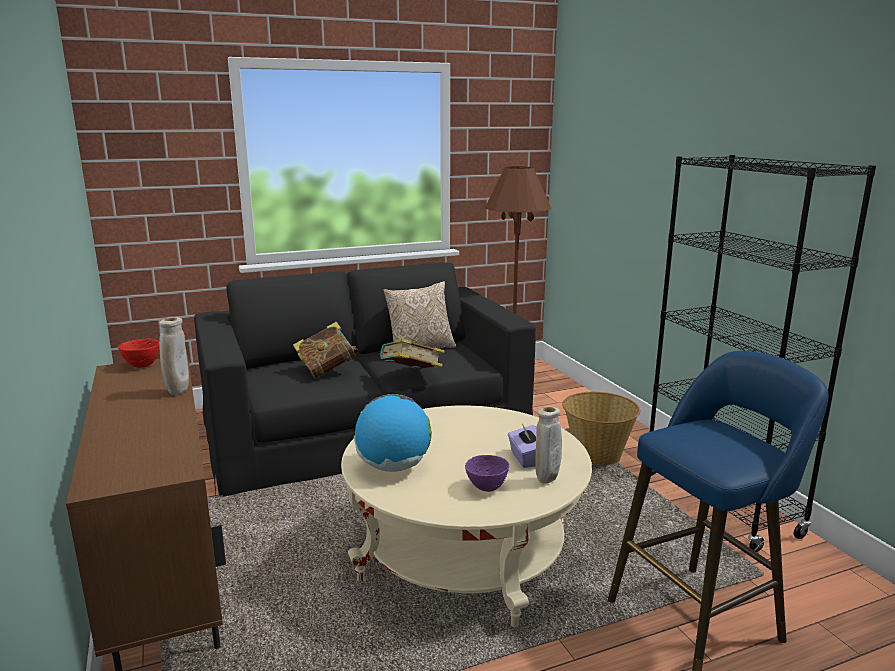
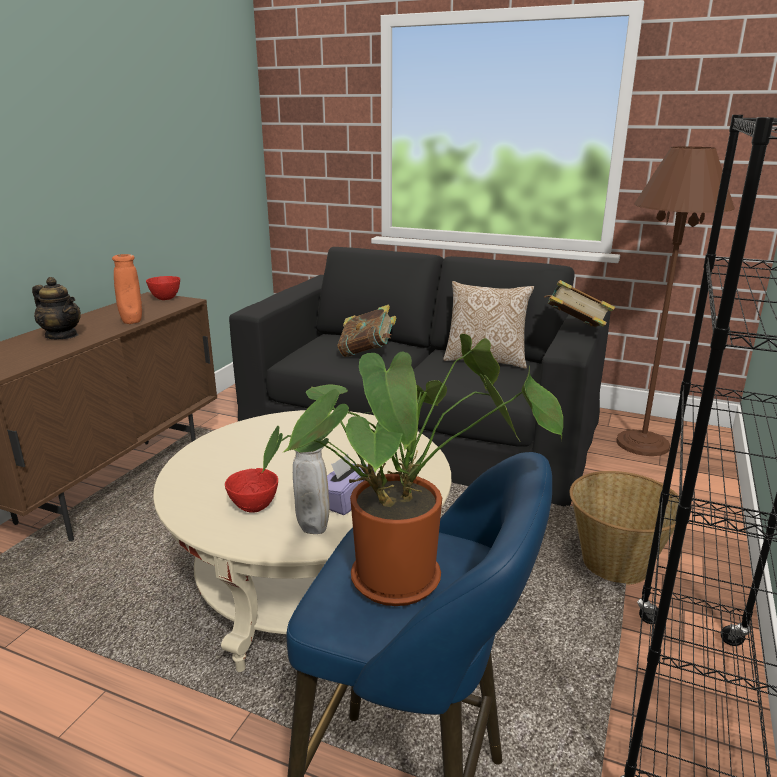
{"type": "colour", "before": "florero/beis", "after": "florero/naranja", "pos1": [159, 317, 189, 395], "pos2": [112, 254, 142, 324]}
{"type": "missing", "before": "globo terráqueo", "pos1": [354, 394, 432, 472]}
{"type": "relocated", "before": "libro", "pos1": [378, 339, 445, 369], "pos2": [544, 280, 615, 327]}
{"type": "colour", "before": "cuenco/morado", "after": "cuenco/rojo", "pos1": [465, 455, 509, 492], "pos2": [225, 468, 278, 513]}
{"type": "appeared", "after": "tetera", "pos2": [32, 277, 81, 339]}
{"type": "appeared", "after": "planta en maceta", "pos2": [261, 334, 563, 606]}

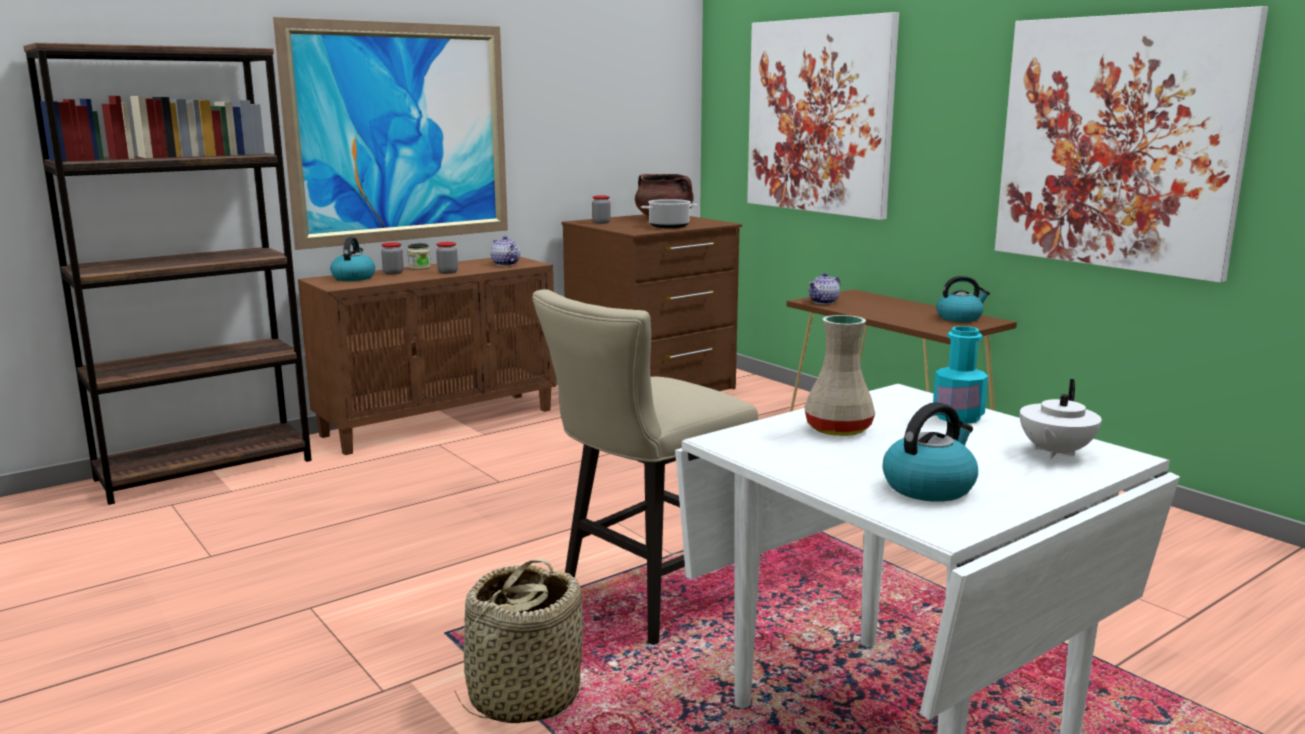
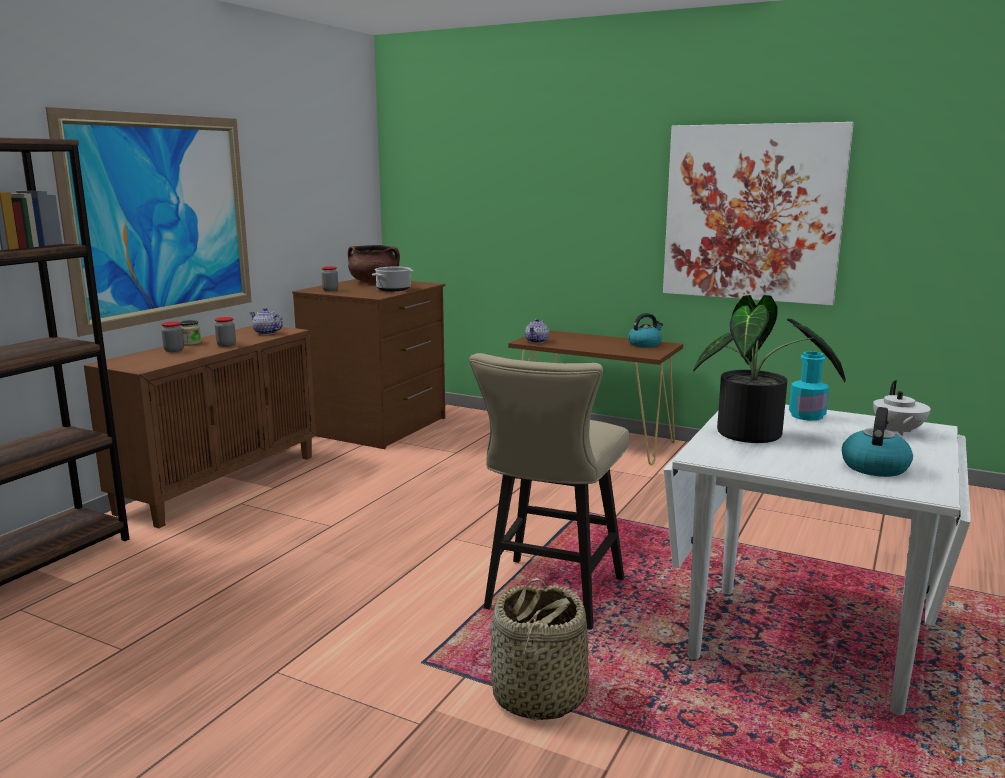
{"type": "missing", "before": "hervidor", "pos1": [330, 237, 375, 281]}
{"type": "missing", "before": "cuadro", "pos1": [747, 12, 899, 220]}
{"type": "exchanged", "before": "florero/beis", "after": "planta en maceta", "pos1": [805, 315, 875, 436], "pos2": [694, 295, 846, 443]}

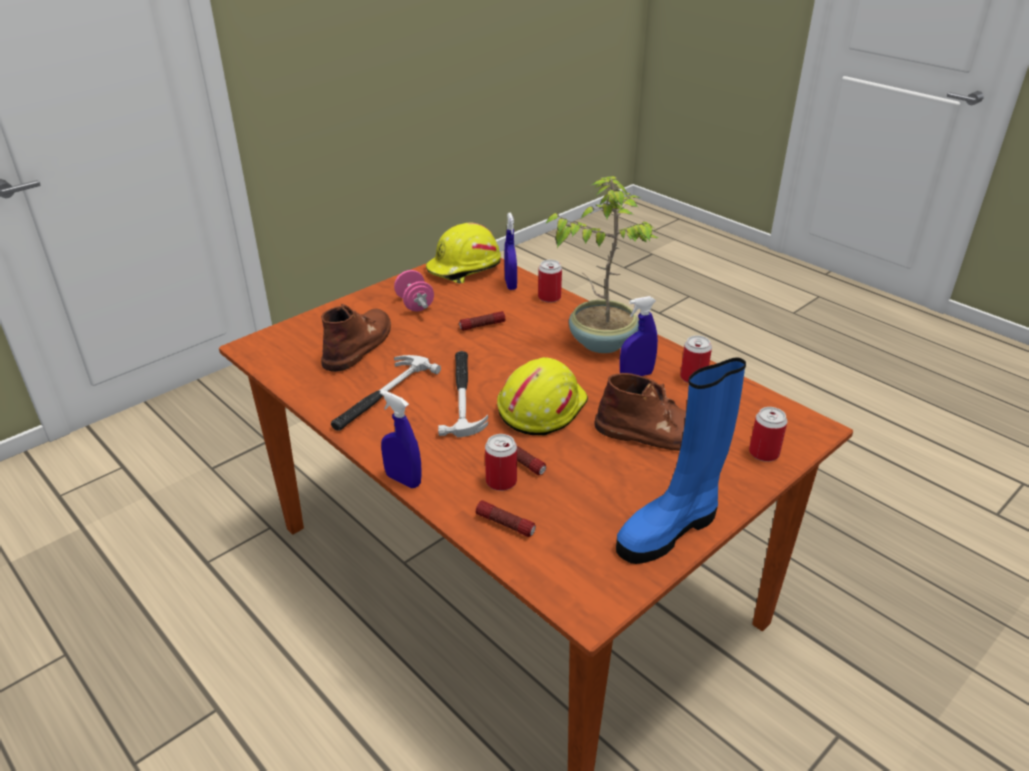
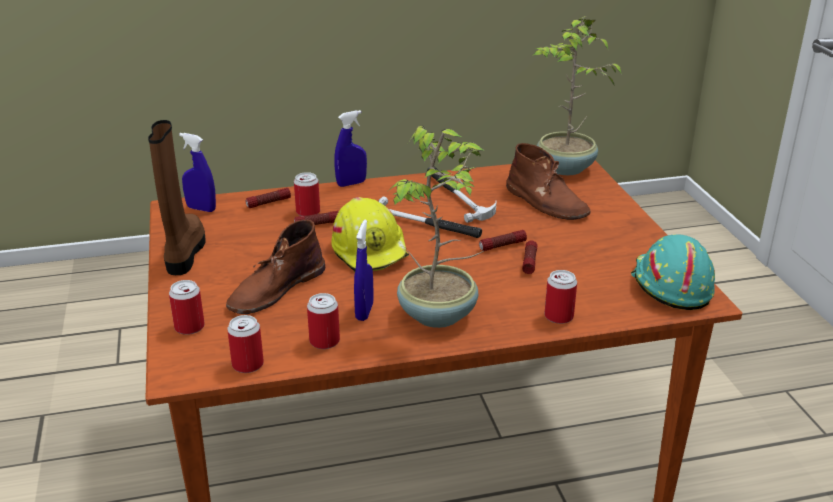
{"type": "missing", "before": "mancuerna/rosa", "pos1": [394, 270, 434, 311]}
{"type": "colour", "before": "casco/amarillo", "after": "casco/turquesa", "pos1": [426, 223, 501, 284], "pos2": [631, 234, 715, 310]}
{"type": "relocated", "before": "pulverizador/azul", "pos1": [505, 213, 517, 290], "pos2": [179, 133, 216, 212]}
{"type": "colour", "before": "bota/azul", "after": "bota/marrón", "pos1": [616, 357, 746, 564], "pos2": [148, 120, 205, 275]}
{"type": "appeared", "after": "lata", "pos2": [227, 315, 264, 373]}
{"type": "appeared", "after": "linterna", "pos2": [479, 230, 527, 251]}
{"type": "appeared", "after": "planta en maceta", "pos2": [534, 16, 622, 175]}

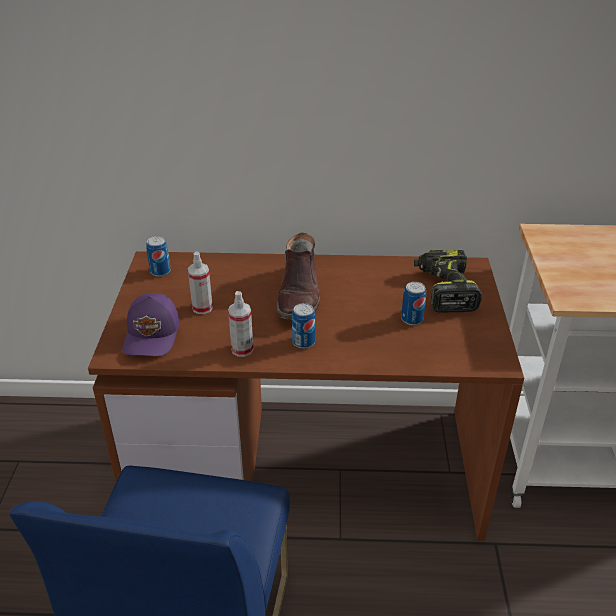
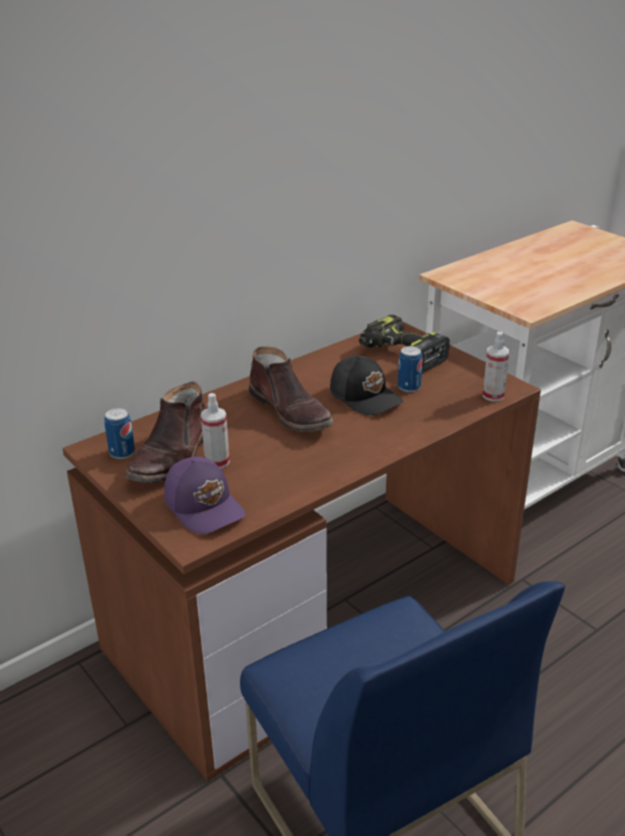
{"type": "relocated", "before": "pulverizador", "pos1": [228, 291, 253, 357], "pos2": [483, 332, 509, 401]}
{"type": "missing", "before": "lata", "pos1": [292, 303, 315, 349]}
{"type": "appeared", "after": "bota/marrón", "pos2": [125, 382, 206, 483]}
{"type": "appeared", "after": "gorra/negro", "pos2": [330, 356, 404, 415]}

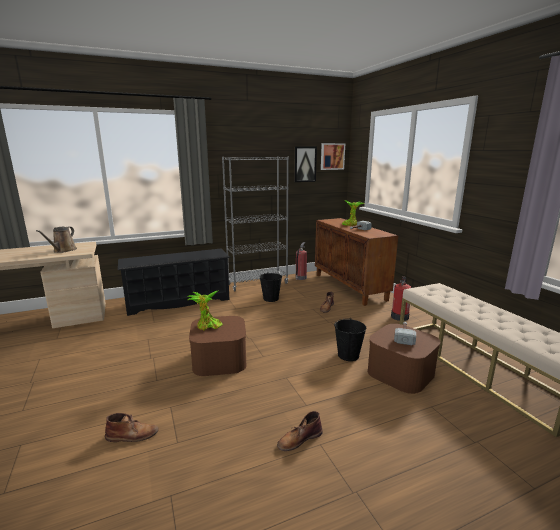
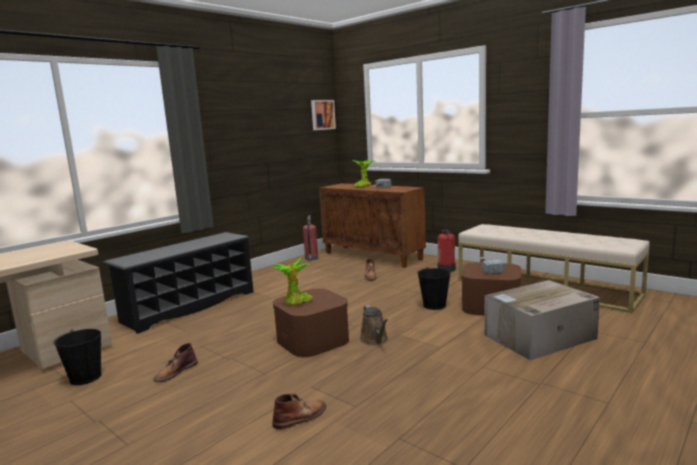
{"type": "relocated", "before": "regadera/marrón", "pos1": [36, 227, 77, 253], "pos2": [360, 305, 388, 345]}
{"type": "missing", "before": "estantería/gris", "pos1": [222, 156, 289, 291]}
{"type": "relocated", "before": "cubo/negro", "pos1": [259, 272, 282, 302], "pos2": [53, 329, 101, 385]}
{"type": "relocated", "before": "bota/marrón", "pos1": [277, 411, 323, 451], "pos2": [153, 343, 198, 382]}
{"type": "missing", "before": "cuadro", "pos1": [294, 146, 317, 182]}
{"type": "appeared", "after": "caja de cartón", "pos2": [484, 280, 600, 360]}

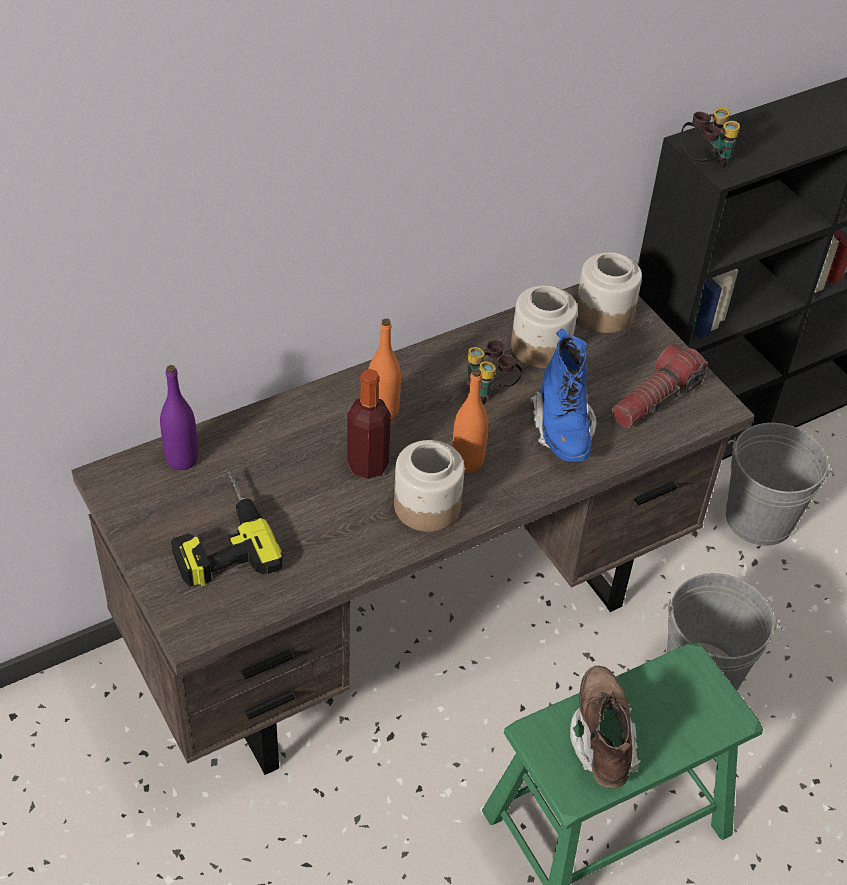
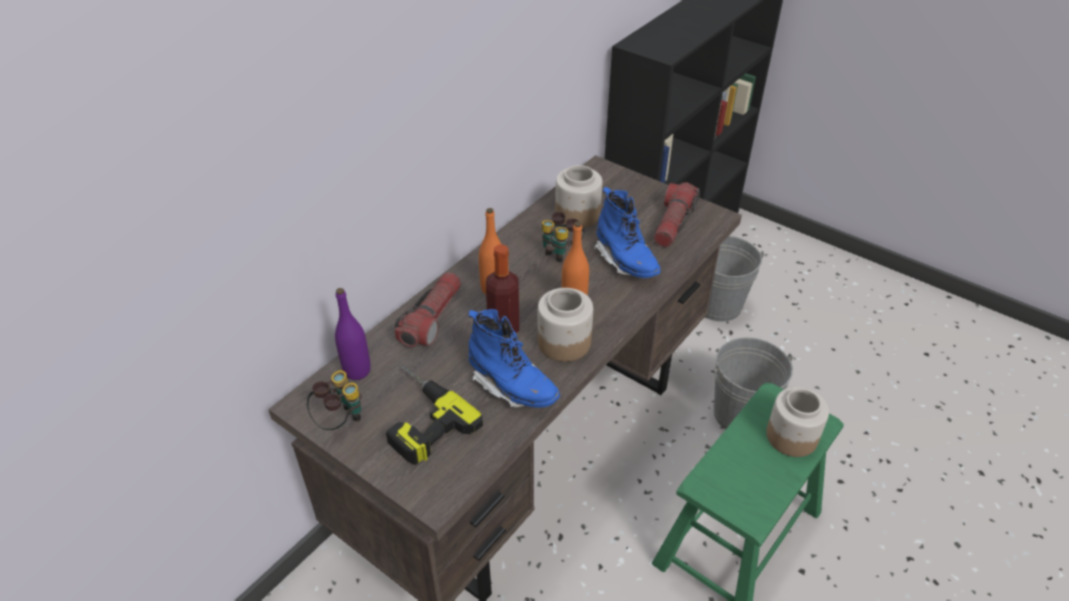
{"type": "missing", "before": "bota/marrón", "pos1": [570, 666, 641, 788]}
{"type": "relocated", "before": "tarro", "pos1": [576, 252, 642, 333], "pos2": [766, 387, 829, 457]}
{"type": "relocated", "before": "prismáticos", "pos1": [681, 108, 740, 169], "pos2": [307, 370, 362, 430]}
{"type": "appeared", "after": "linterna", "pos2": [395, 272, 461, 347]}
{"type": "appeared", "after": "bota/azul", "pos2": [469, 309, 560, 408]}

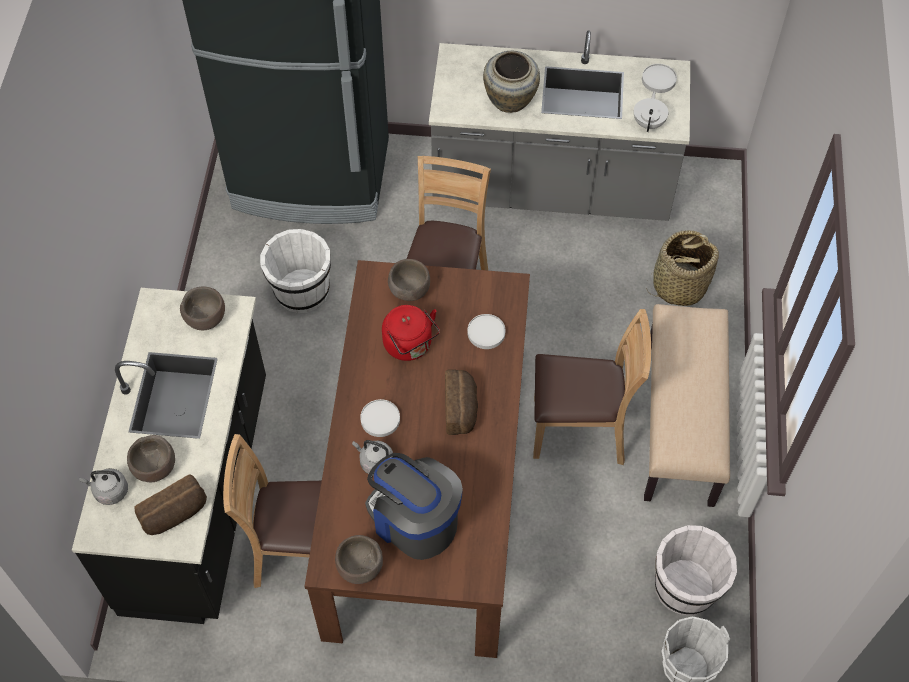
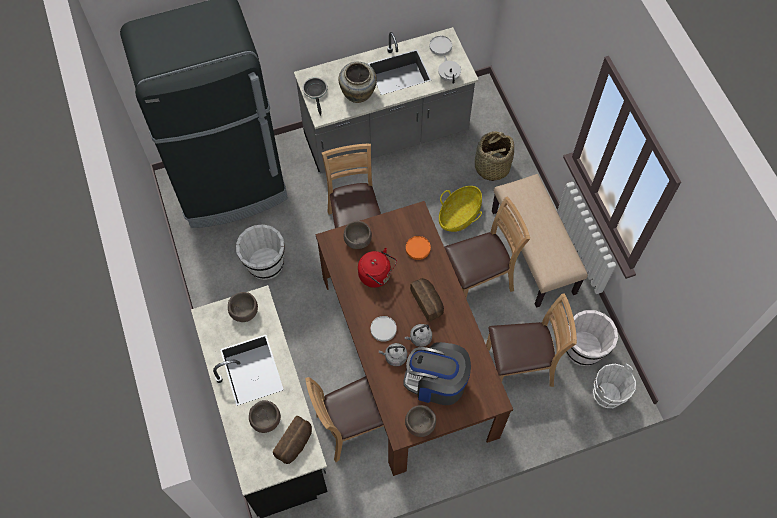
{"type": "relocated", "before": "hervidor/gris", "pos1": [79, 468, 128, 505], "pos2": [404, 324, 432, 347]}
{"type": "colour", "before": "plato/blanco", "after": "plato/naranja", "pos1": [467, 314, 505, 349], "pos2": [406, 236, 431, 260]}
{"type": "appeared", "after": "sartén", "pos2": [303, 77, 328, 116]}
{"type": "appeared", "after": "cesta", "pos2": [439, 186, 482, 232]}
{"type": "appeared", "after": "silla/marrón", "pos2": [486, 293, 577, 387]}

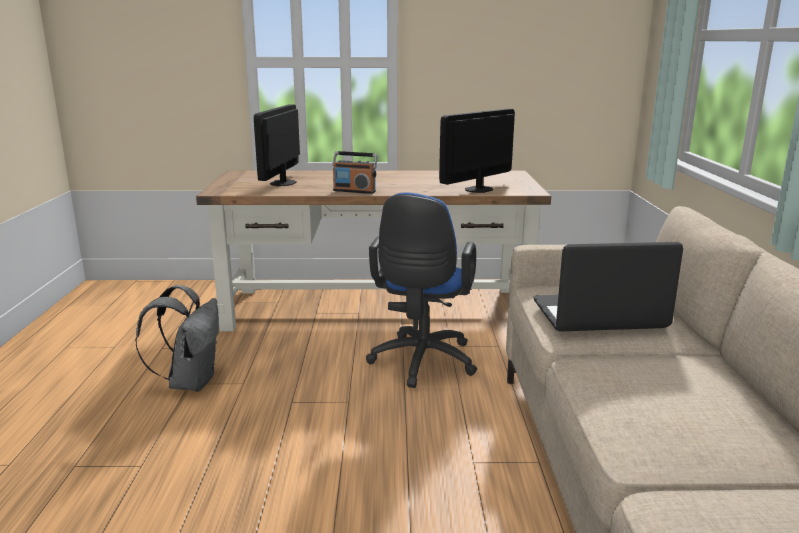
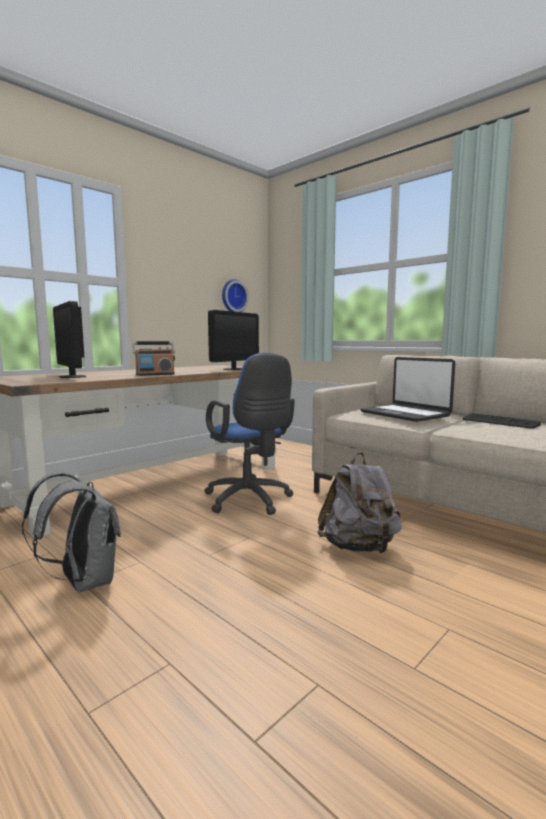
{"type": "spun", "before": "monitor", "pos1": [439, 109, 515, 193], "pos2": [208, 310, 259, 370], "turn": -150}
{"type": "spun", "before": "portátil", "pos1": [534, 242, 683, 331], "pos2": [360, 357, 455, 422], "turn": -75}
{"type": "appeared", "after": "reloj de pared", "pos2": [222, 279, 249, 312]}
{"type": "appeared", "after": "mochila/gris", "pos2": [317, 452, 402, 554]}
{"type": "appeared", "after": "teclado", "pos2": [463, 413, 541, 429]}

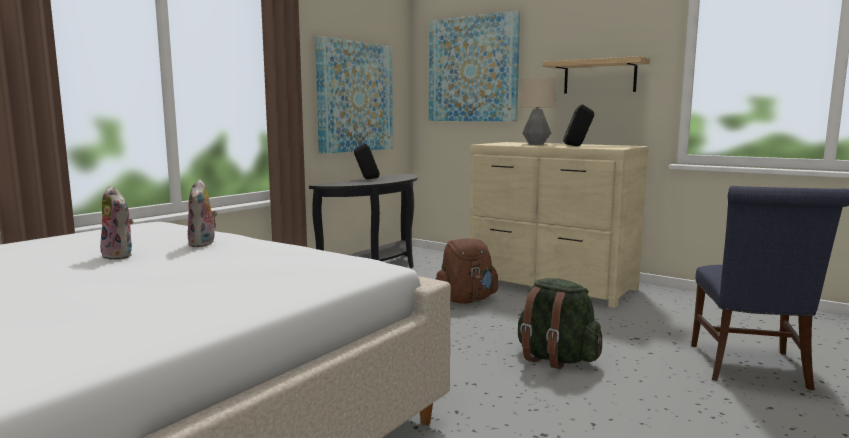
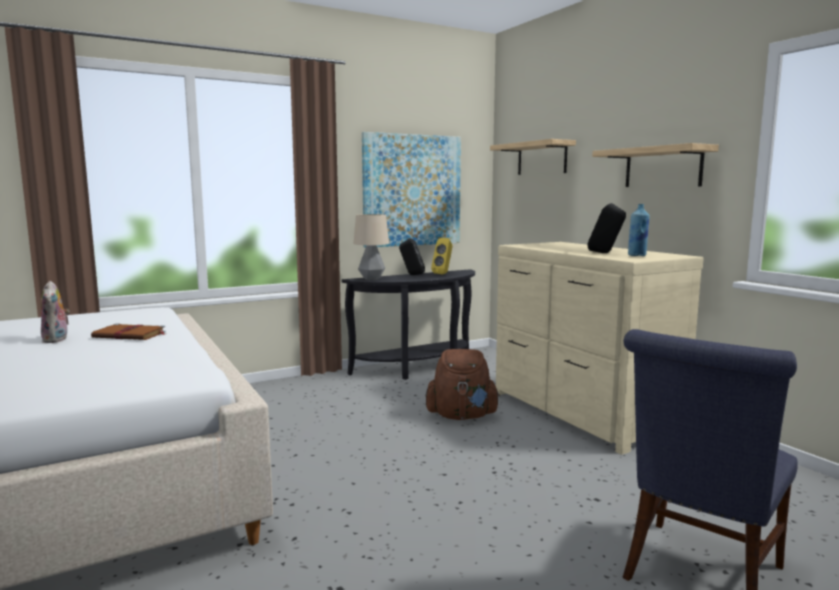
{"type": "exchanged", "before": "peluche", "after": "libro/marrón", "pos1": [188, 179, 217, 247], "pos2": [91, 324, 166, 340]}
{"type": "exchanged", "before": "cuadro", "after": "estante", "pos1": [429, 11, 520, 121], "pos2": [490, 139, 576, 175]}
{"type": "missing", "before": "mochila/verde", "pos1": [518, 278, 602, 369]}
{"type": "relocated", "before": "lámpara de mesa", "pos1": [519, 77, 556, 145], "pos2": [353, 214, 389, 280]}
{"type": "appeared", "after": "altavoz/amarillo", "pos2": [431, 238, 453, 274]}
{"type": "appeared", "after": "botella/azul", "pos2": [628, 204, 649, 256]}

